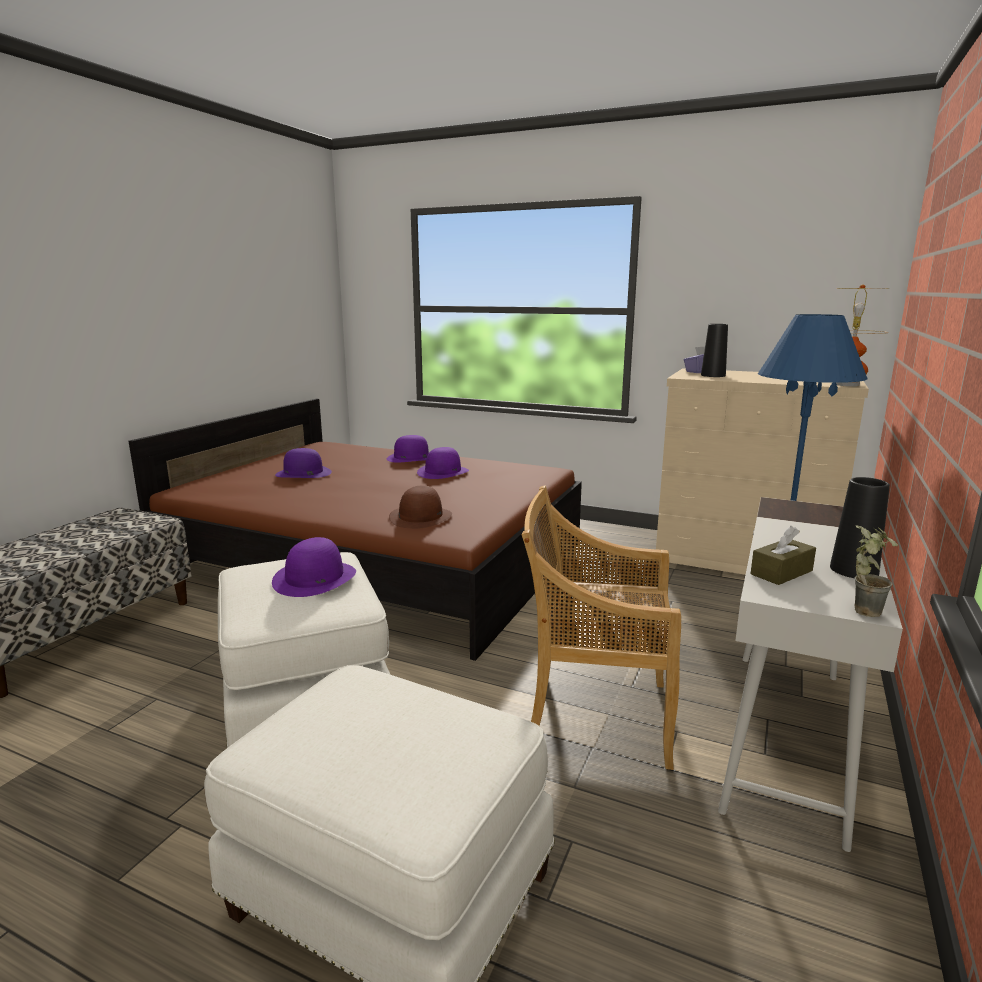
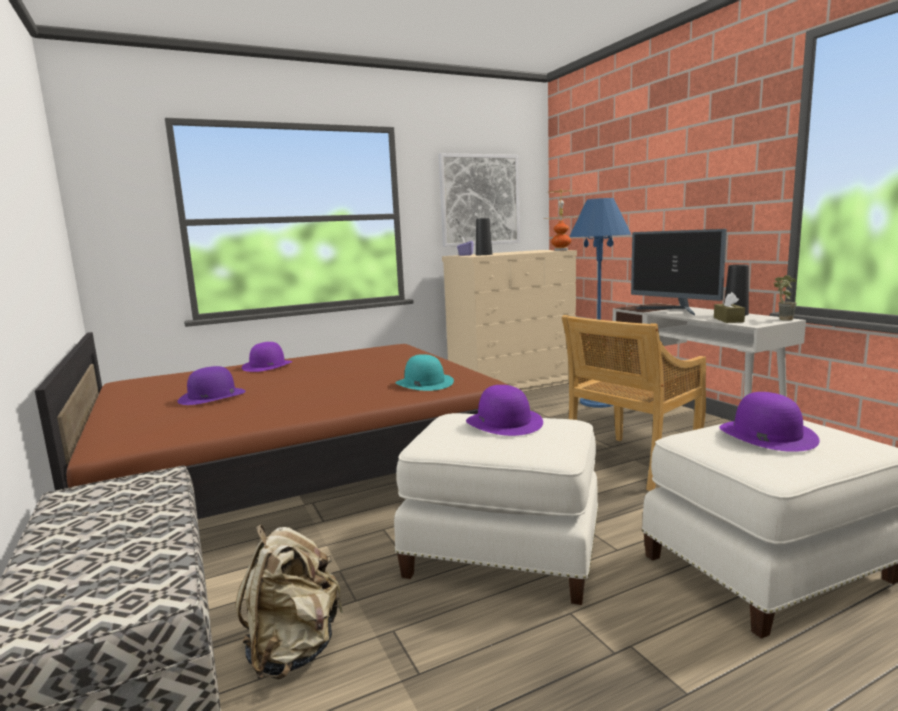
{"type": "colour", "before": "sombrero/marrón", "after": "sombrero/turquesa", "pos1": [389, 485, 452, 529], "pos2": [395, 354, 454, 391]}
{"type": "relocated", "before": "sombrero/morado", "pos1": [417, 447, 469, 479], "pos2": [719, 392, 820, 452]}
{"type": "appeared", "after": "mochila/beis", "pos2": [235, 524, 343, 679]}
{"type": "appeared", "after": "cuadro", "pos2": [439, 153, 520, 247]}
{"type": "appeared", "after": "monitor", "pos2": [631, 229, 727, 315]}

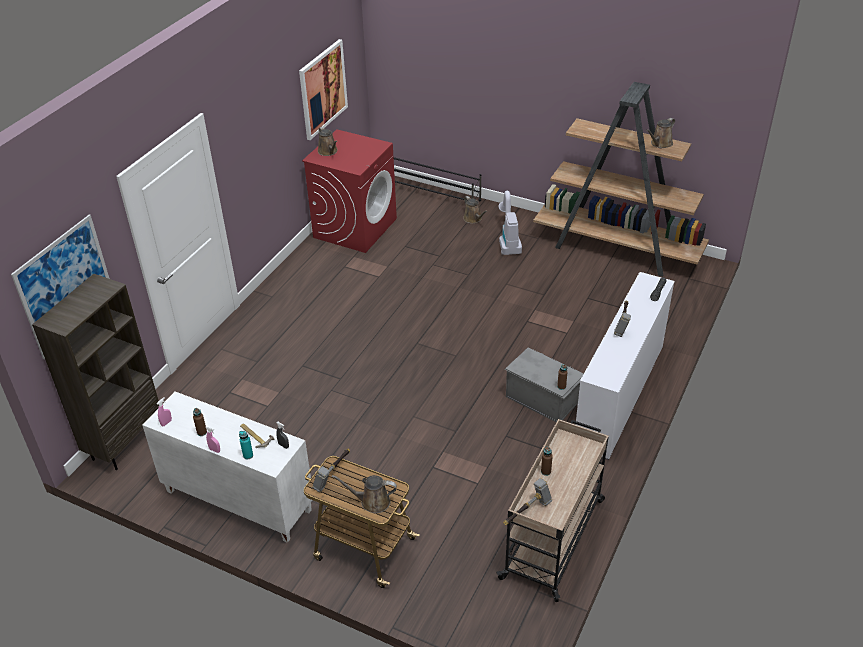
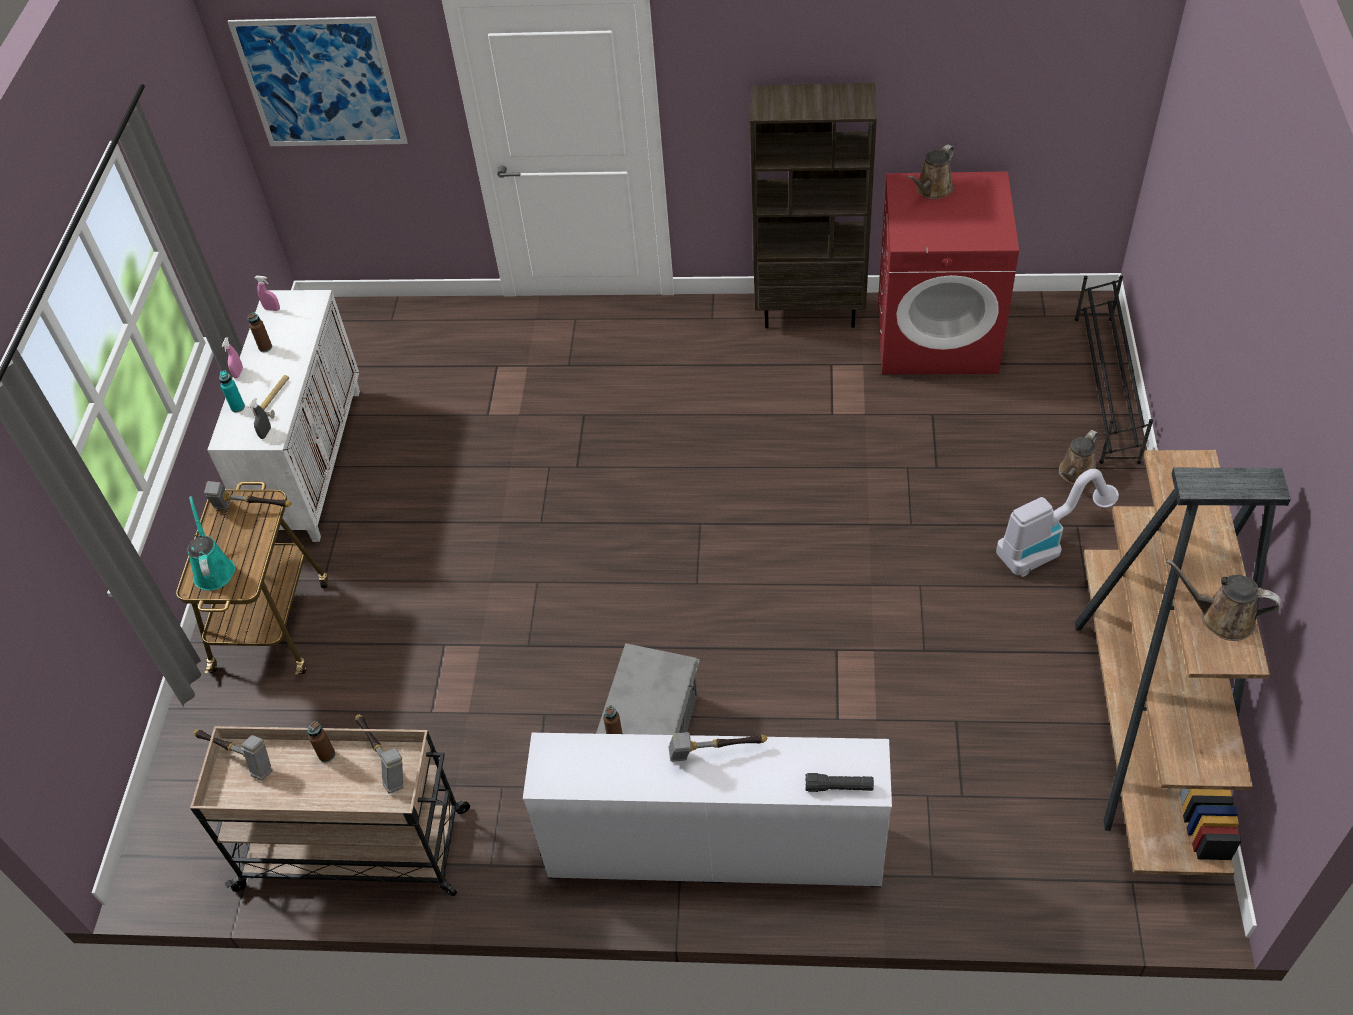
{"type": "relocated", "before": "estantería/marrón", "pos1": [32, 274, 159, 470], "pos2": [750, 83, 877, 328]}
{"type": "missing", "before": "cuadro", "pos1": [299, 39, 348, 140]}
{"type": "colour", "before": "regadera/marrón", "after": "regadera/turquesa", "pos1": [332, 475, 397, 513], "pos2": [187, 496, 235, 591]}
{"type": "appeared", "after": "martillo", "pos2": [355, 715, 403, 794]}

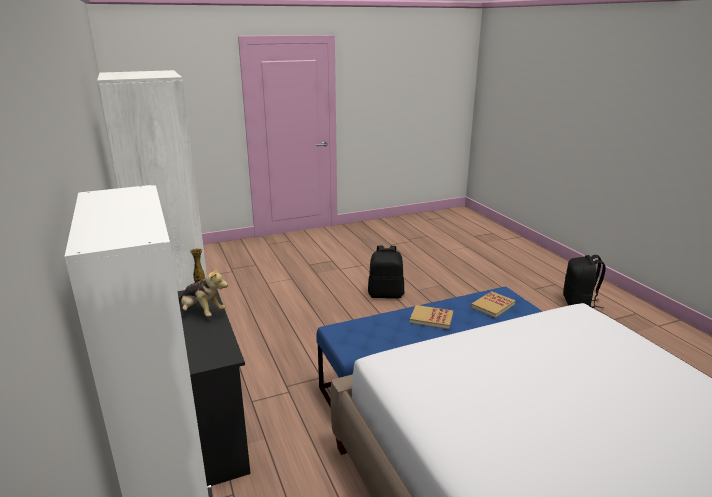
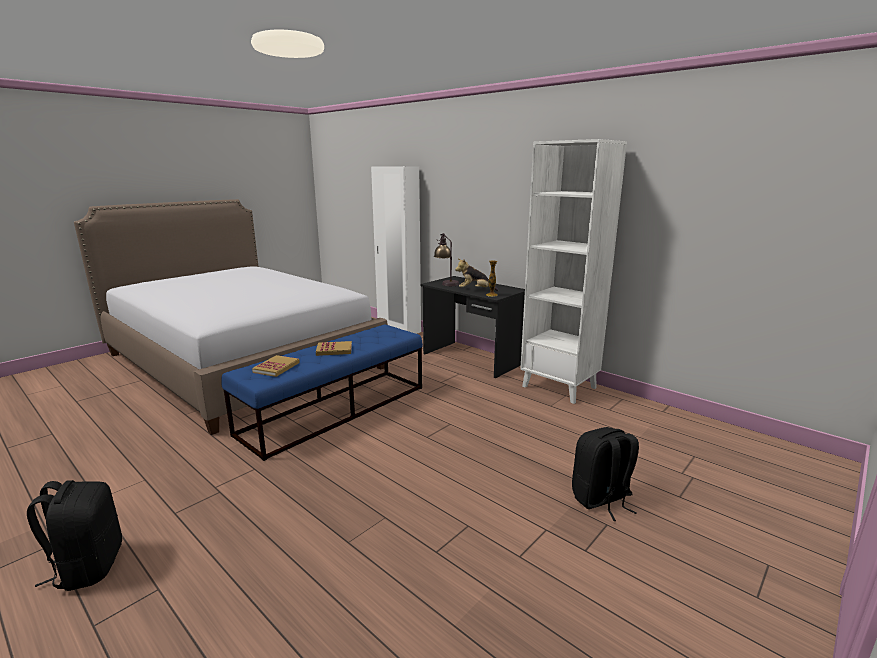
{"type": "relocated", "before": "mochila/negro", "pos1": [368, 246, 404, 299], "pos2": [572, 427, 639, 521]}
{"type": "appeared", "after": "lámpara de mesa", "pos2": [434, 233, 459, 286]}

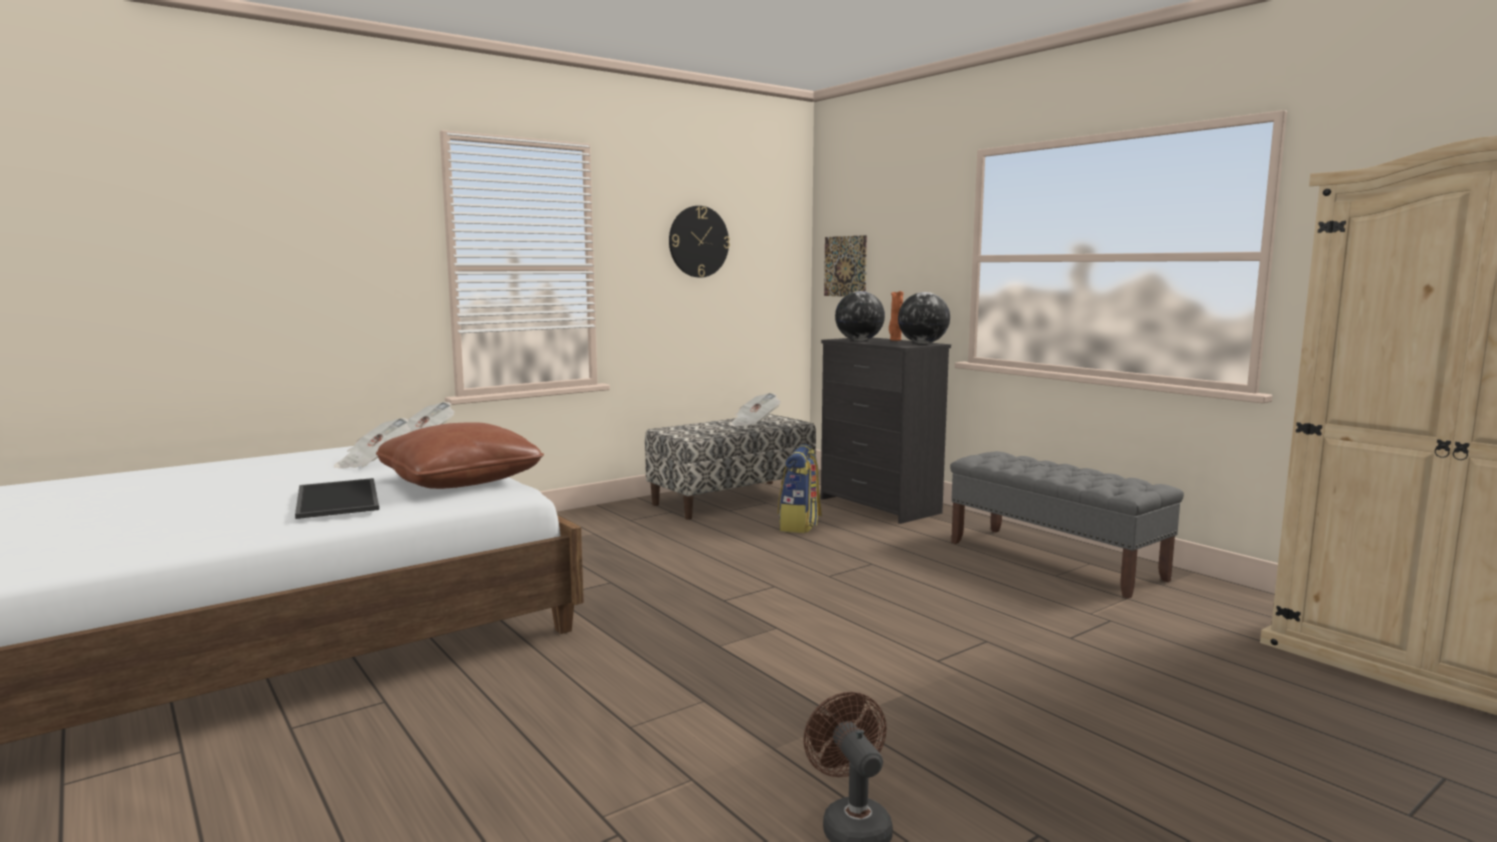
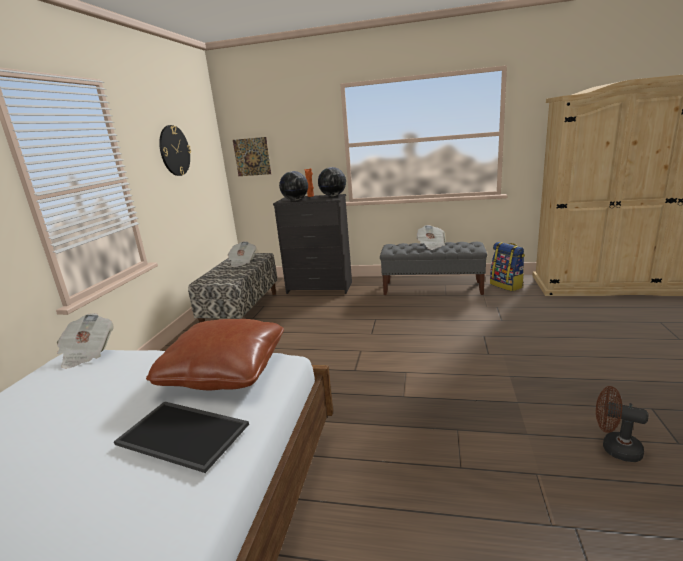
{"type": "relocated", "before": "periódico", "pos1": [334, 418, 411, 469], "pos2": [417, 225, 446, 250]}
{"type": "relocated", "before": "mochila", "pos1": [778, 444, 822, 533], "pos2": [490, 242, 525, 291]}

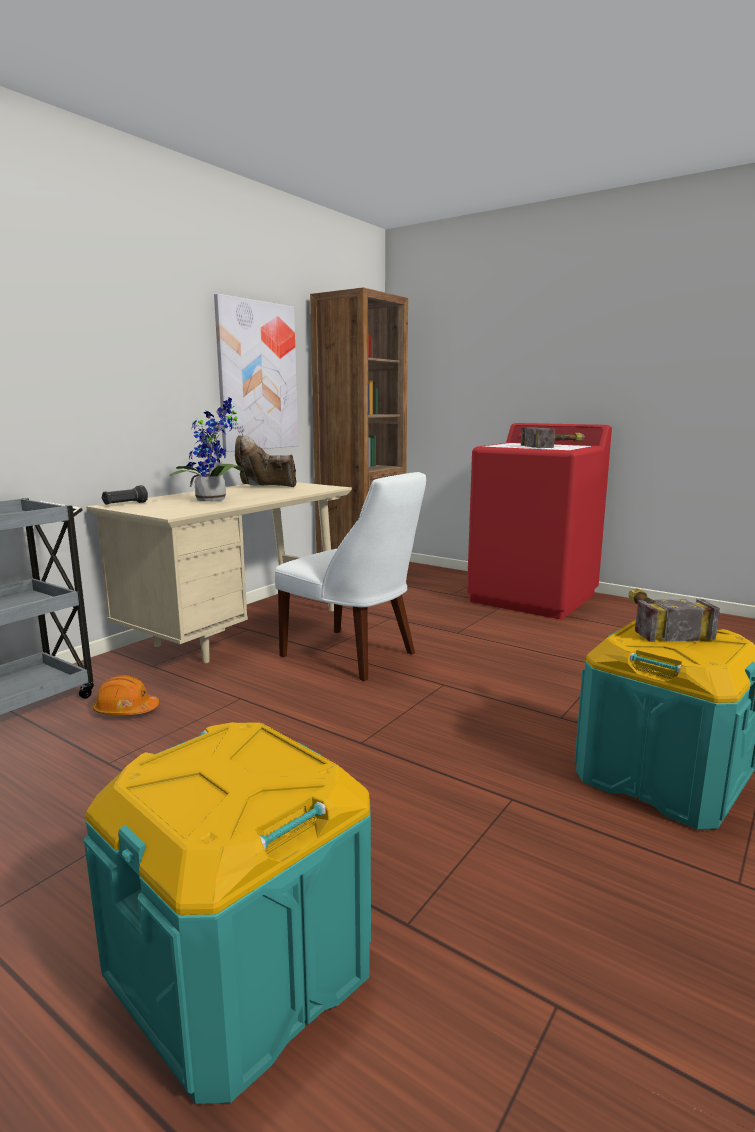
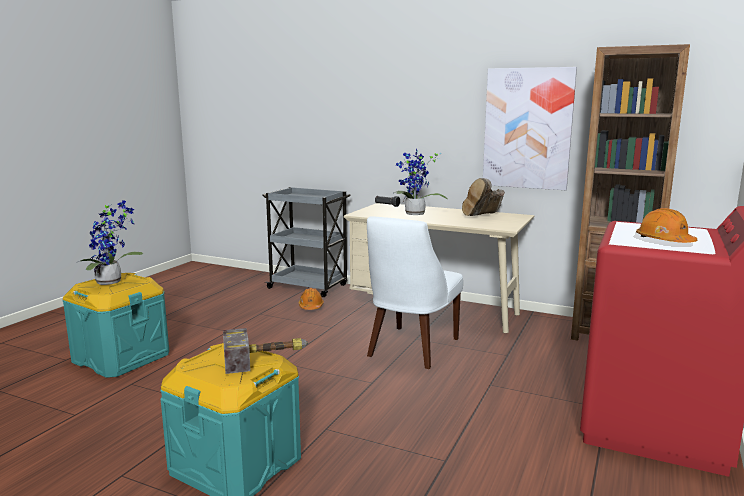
{"type": "spun", "before": "bota/marrón", "pos1": [235, 435, 297, 487], "pos2": [462, 178, 505, 216], "turn": -120}
{"type": "exchanged", "before": "martillo", "after": "casco/naranja", "pos1": [521, 428, 585, 448], "pos2": [636, 208, 697, 243]}
{"type": "appeared", "after": "planta en maceta", "pos2": [78, 200, 143, 285]}

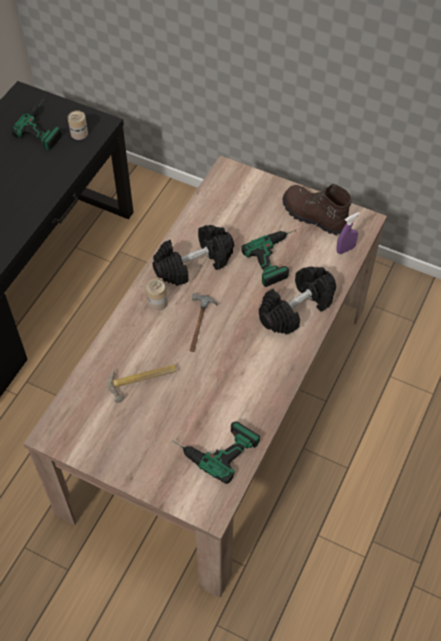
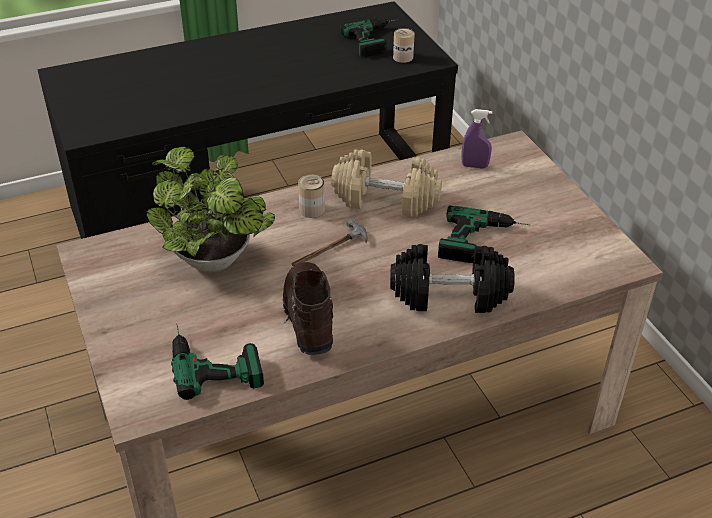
{"type": "exchanged", "before": "martillo", "after": "planta en maceta", "pos1": [107, 364, 177, 403], "pos2": [146, 146, 275, 272]}
{"type": "colour", "before": "mancuerna/negro", "after": "mancuerna/beis", "pos1": [152, 225, 234, 286], "pos2": [331, 149, 442, 217]}
{"type": "relocated", "before": "bota/marrón", "pos1": [282, 184, 352, 235], "pos2": [283, 262, 333, 355]}
{"type": "relocated", "before": "pulverizador/morado", "pos1": [337, 212, 360, 254], "pos2": [461, 109, 492, 169]}

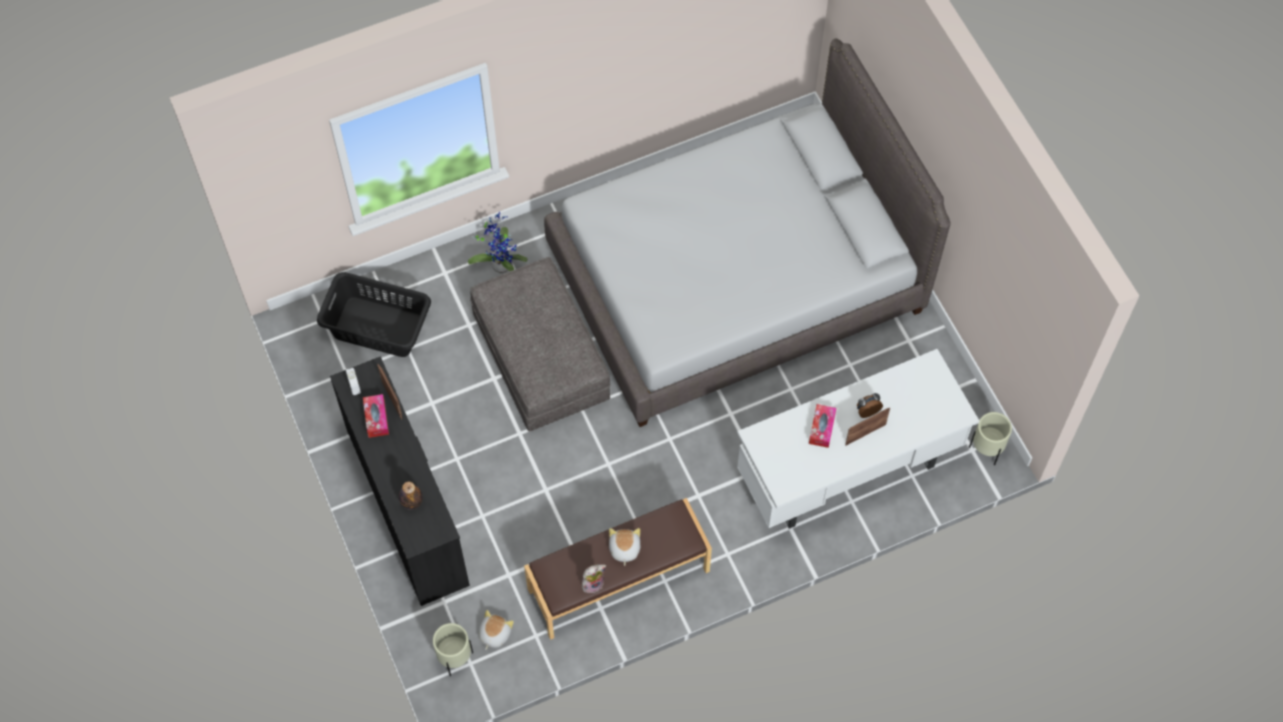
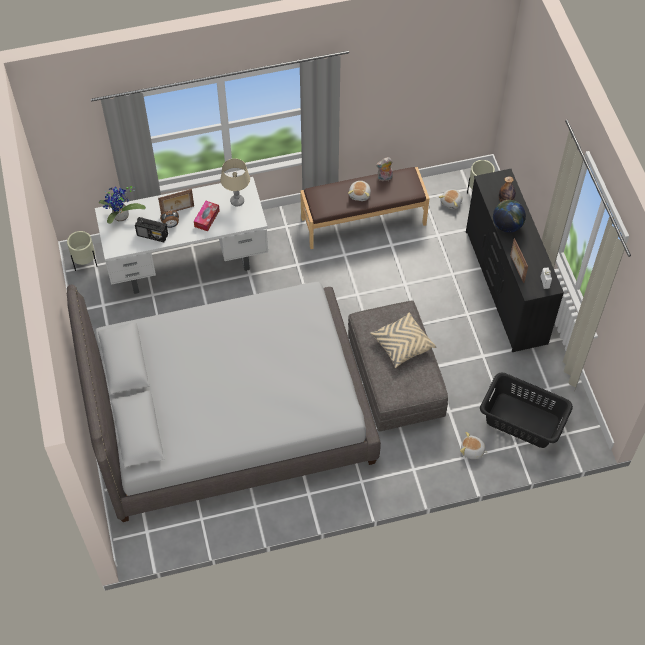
{"type": "missing", "before": "caja de pañuelos", "pos1": [363, 394, 389, 438]}
{"type": "relocated", "before": "planta en maceta", "pos1": [468, 212, 528, 273], "pos2": [99, 186, 146, 224]}
{"type": "appeared", "after": "radio", "pos2": [135, 217, 168, 242]}
{"type": "appeared", "after": "lámpara de mesa/beis", "pos2": [220, 159, 250, 206]}
{"type": "appeared", "after": "cojín/beis", "pos2": [370, 313, 436, 368]}
{"type": "appeared", "after": "peluche", "pos2": [460, 432, 488, 459]}
{"type": "appeared", "after": "globo terráqueo", "pos2": [493, 200, 526, 233]}

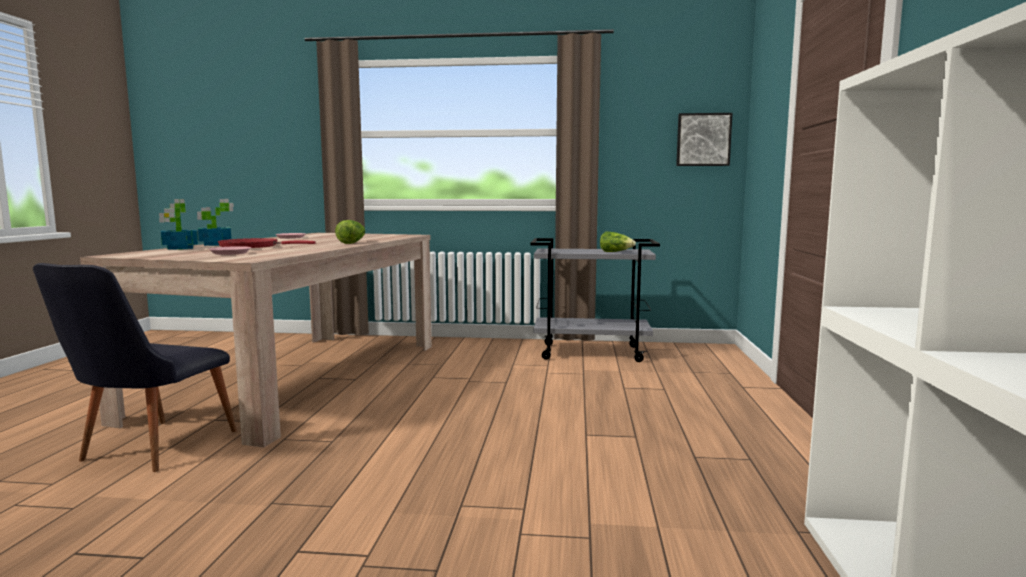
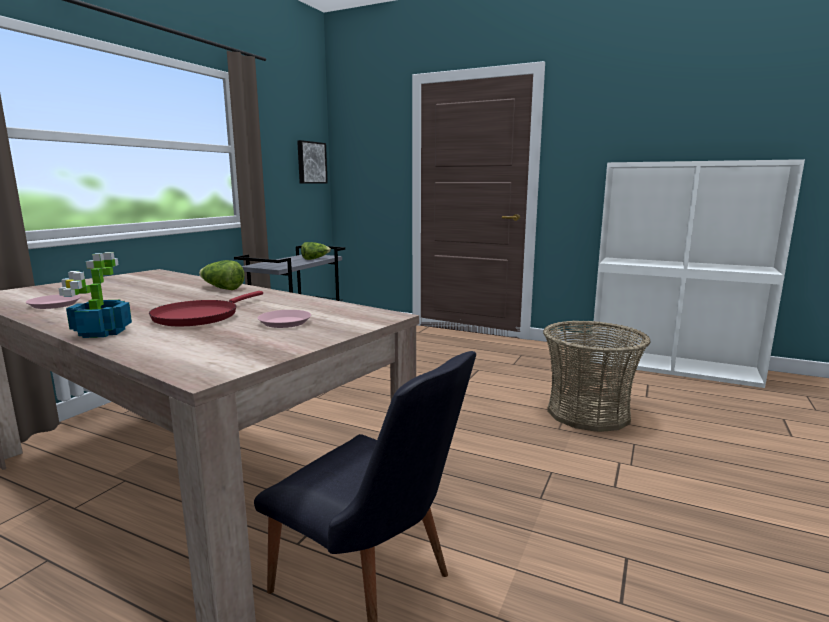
{"type": "missing", "before": "planta en maceta", "pos1": [159, 199, 198, 250]}
{"type": "appeared", "after": "cesta", "pos2": [543, 320, 650, 432]}

